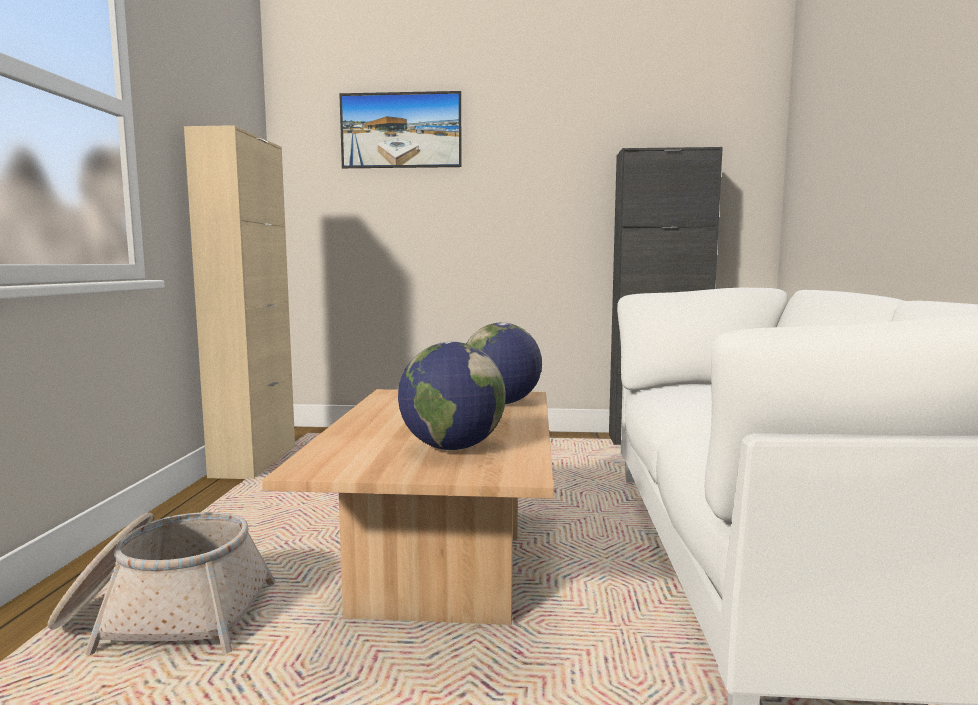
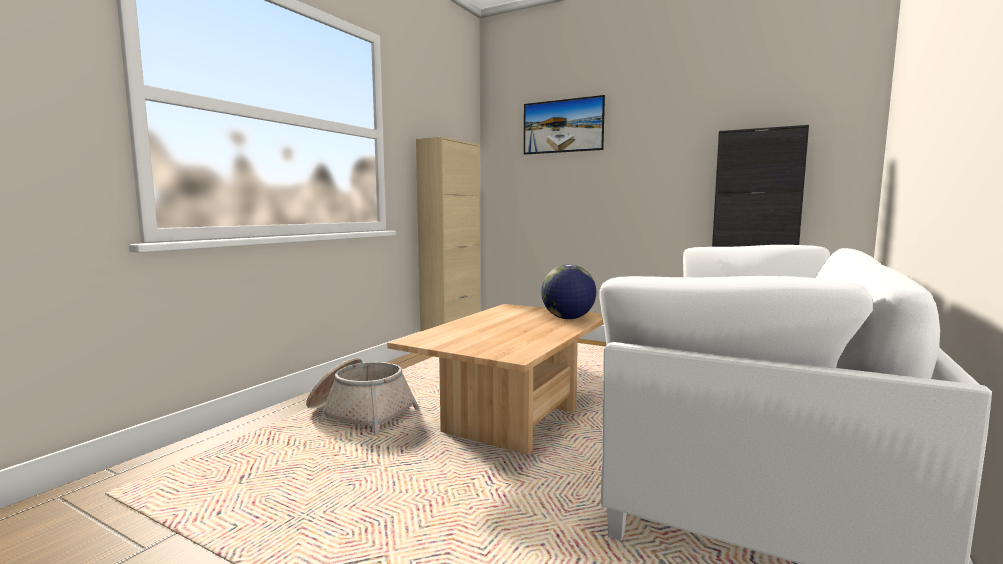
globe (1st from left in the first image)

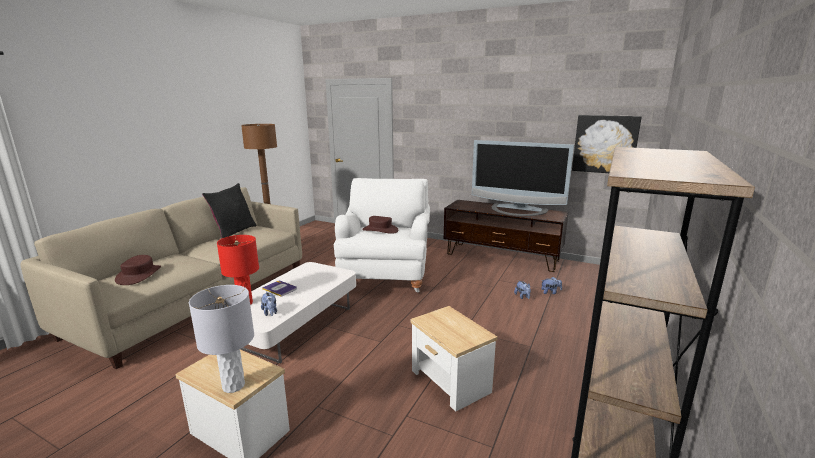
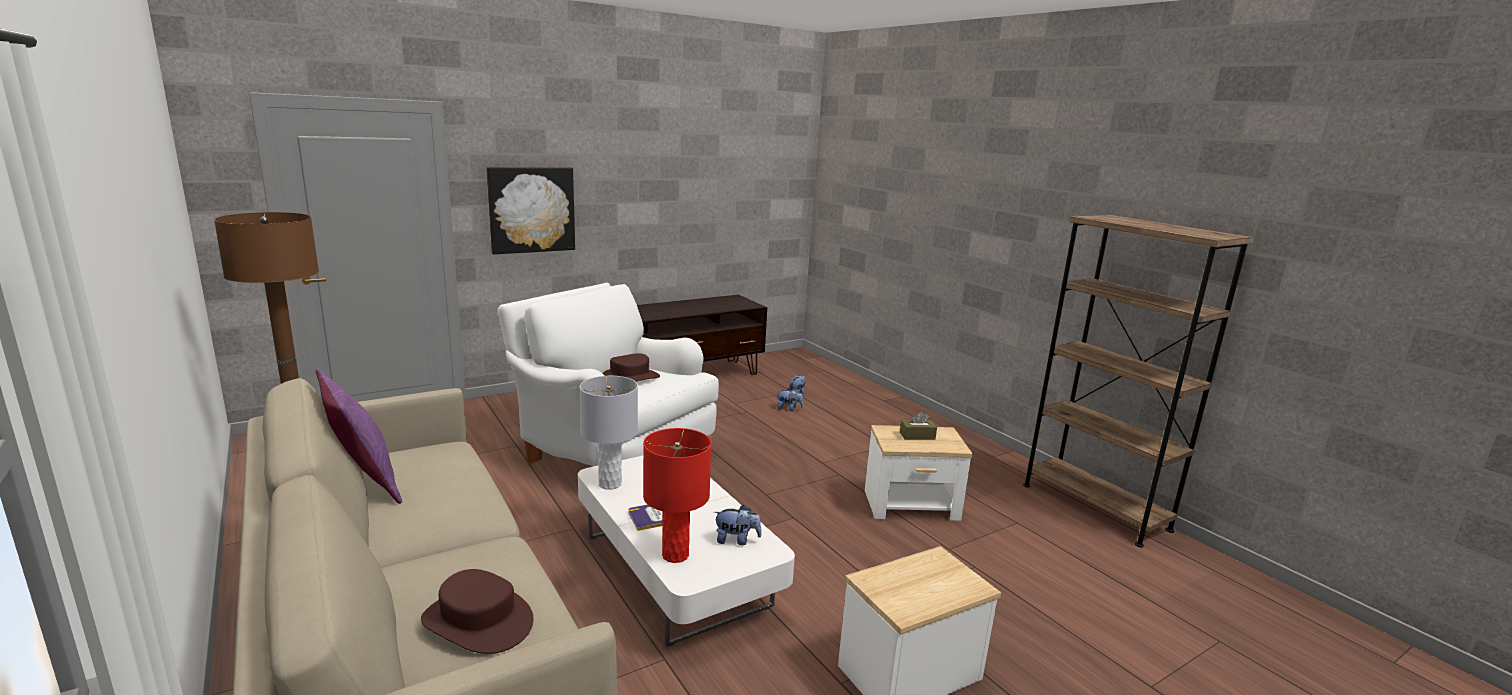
greyish lamp for a table
purple-coloured throw pillow
TV set
wall art
brown box of tissues

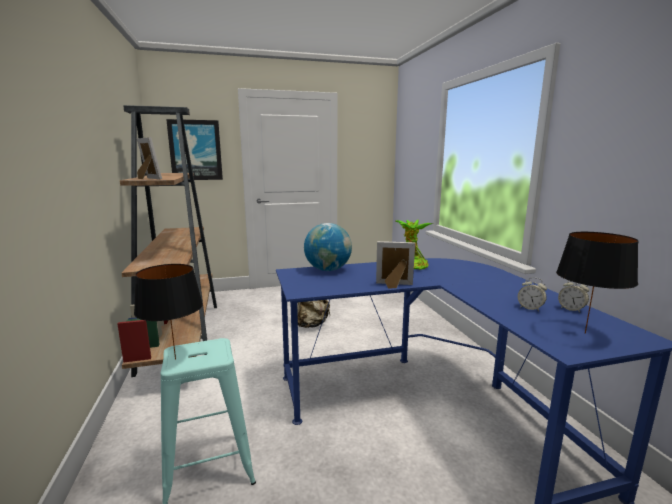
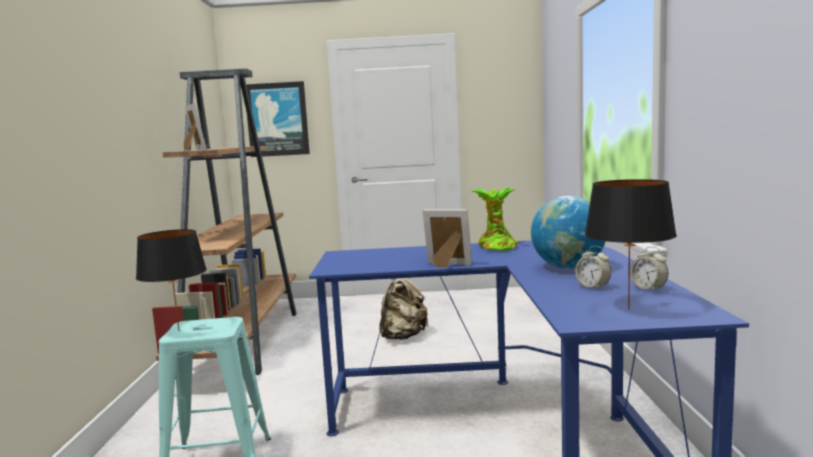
globe

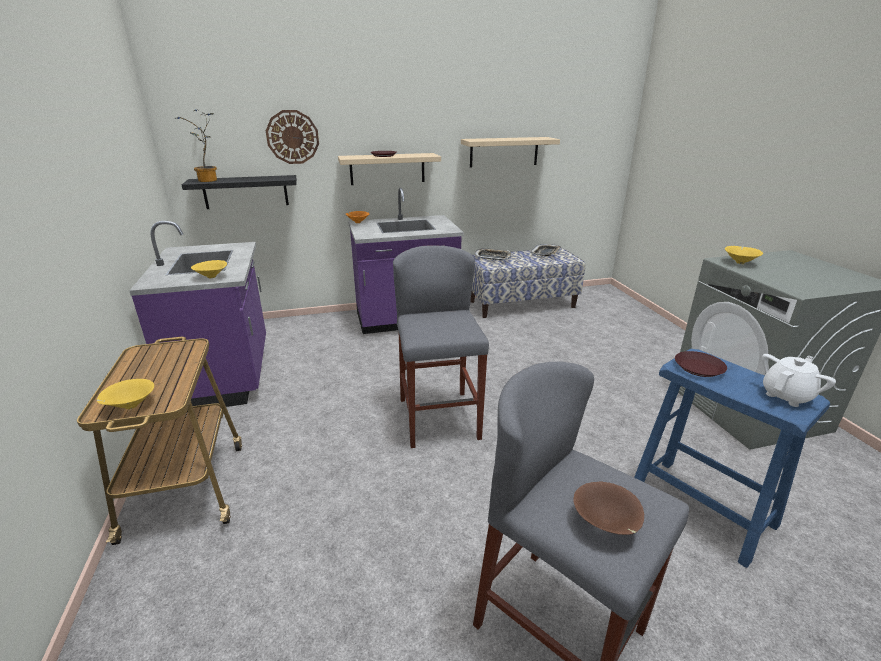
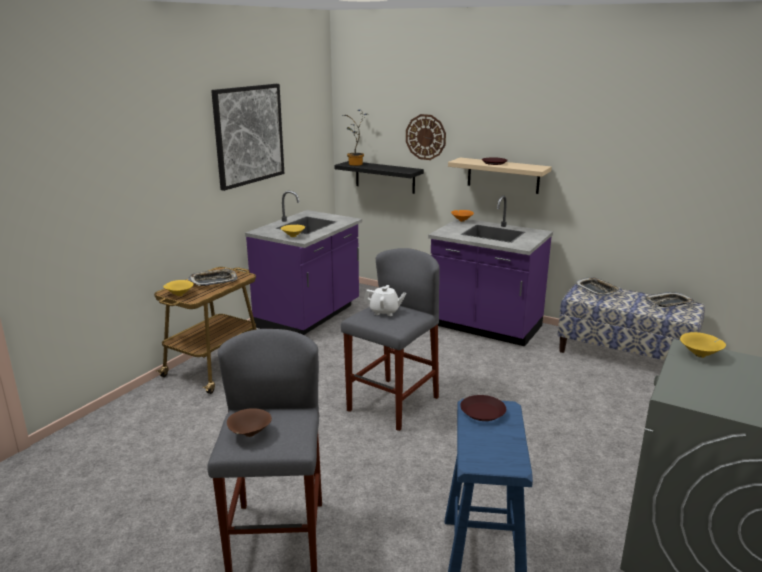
beige-coloured bracket shelf (2nd from left in the first image)
whitish teapot
serving tray (1st from left)
wall art

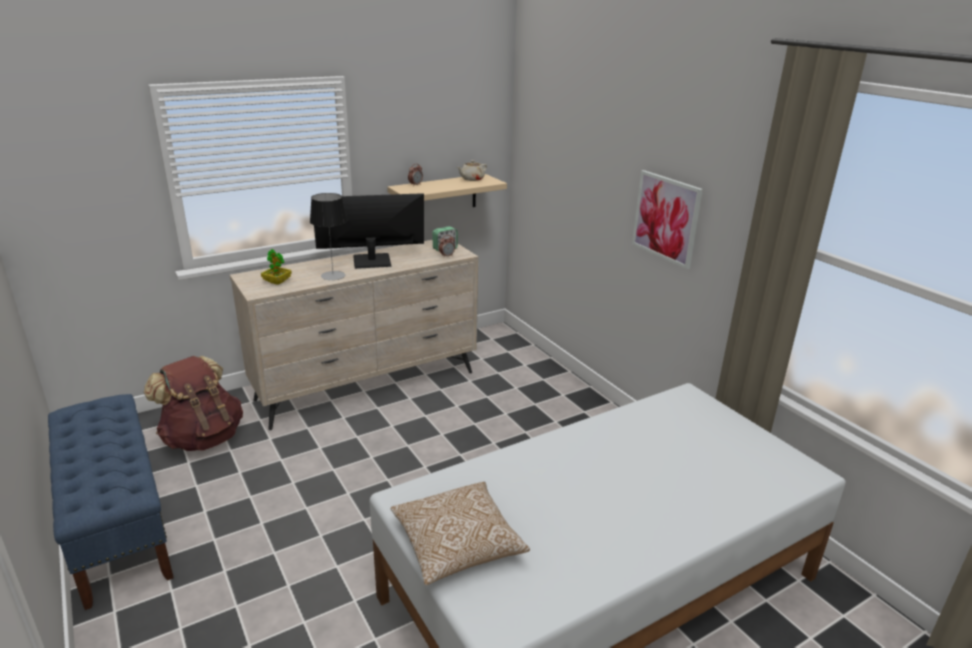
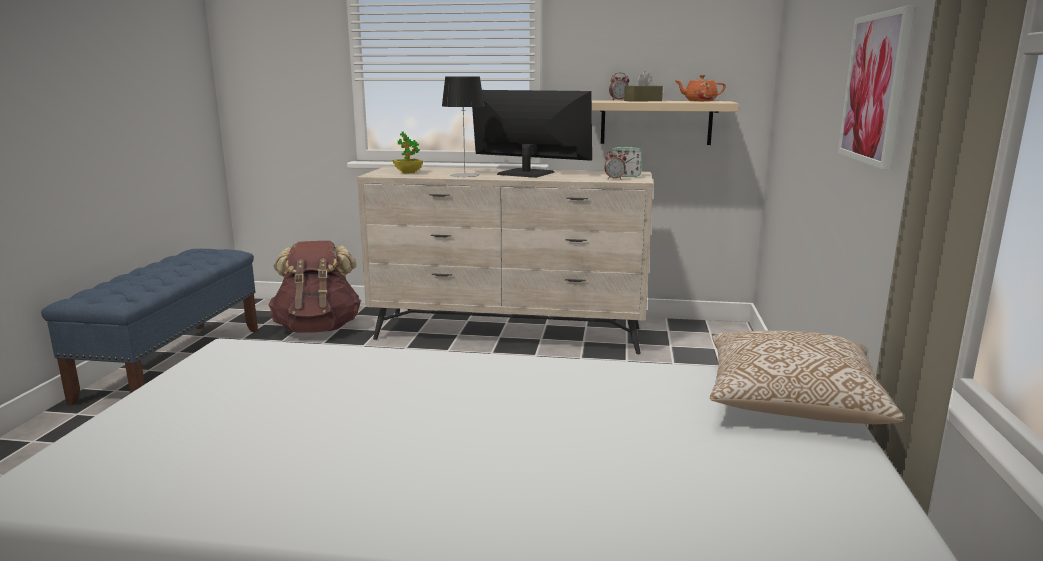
throw pillow
orange-coloured teapot
brown box of tissues

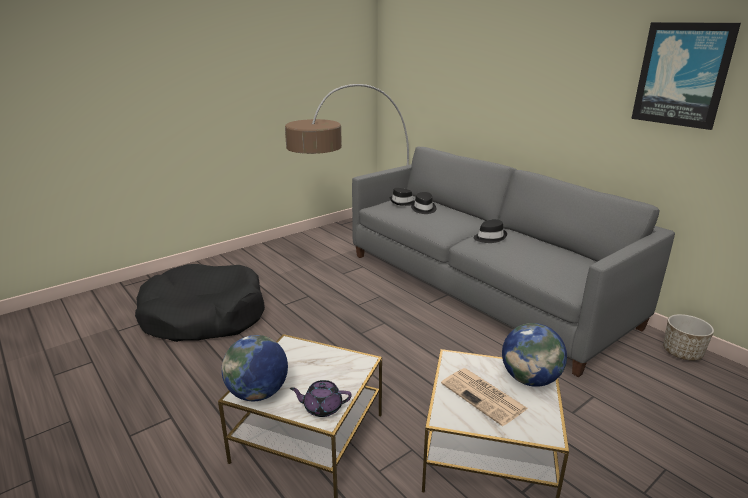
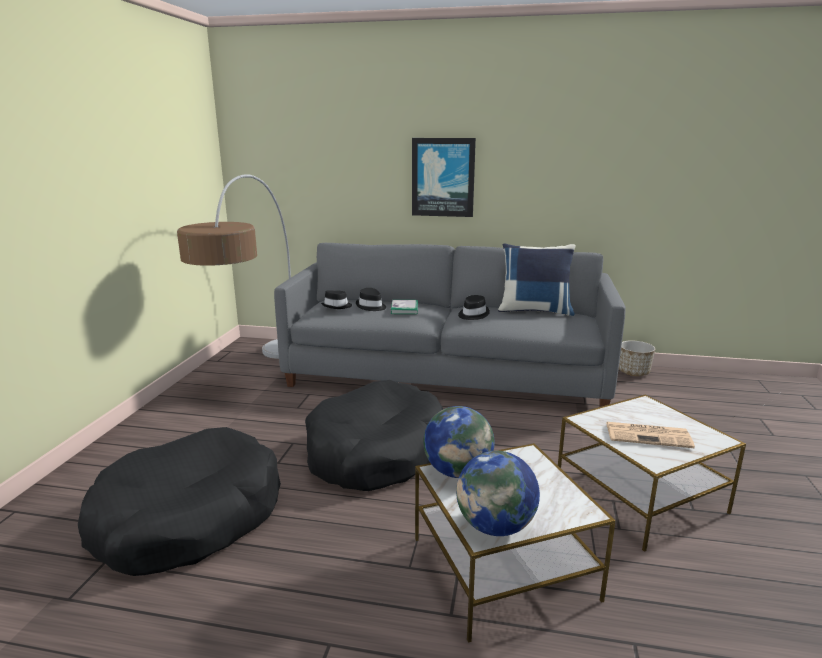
purple-coloured teapot
globe (1st from left)
wall art
blackish pet bed (2nd from left)
volume
blue-coloured throw pillow

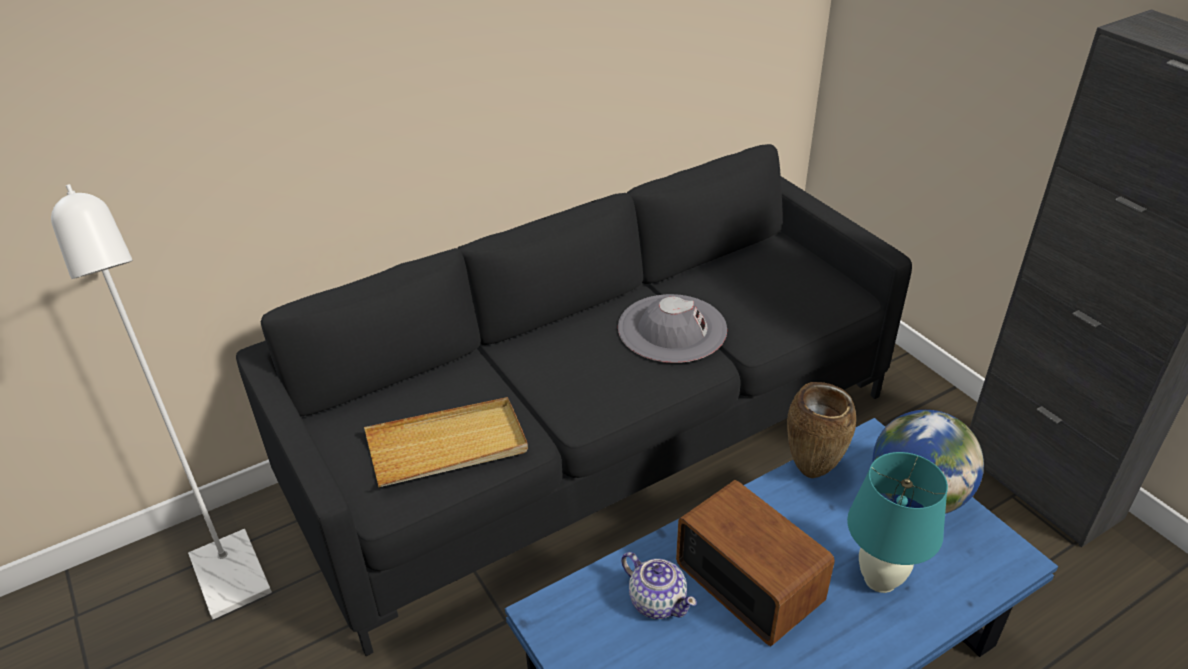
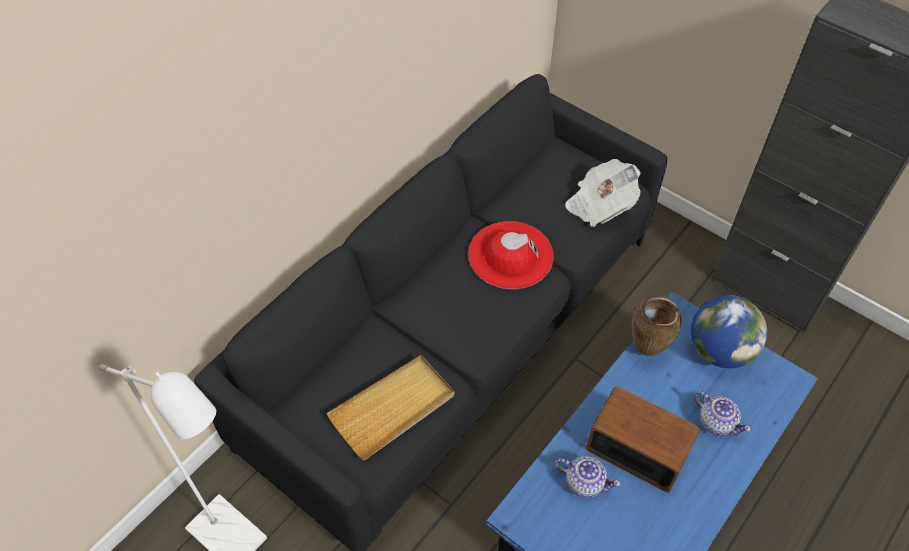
red-coloured clothing hat
teapot (2nd from left)
printed paper

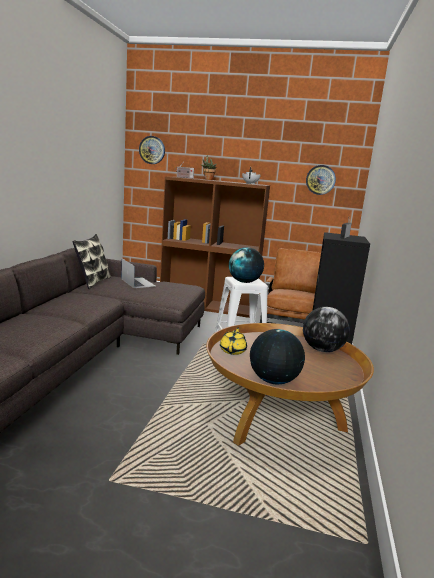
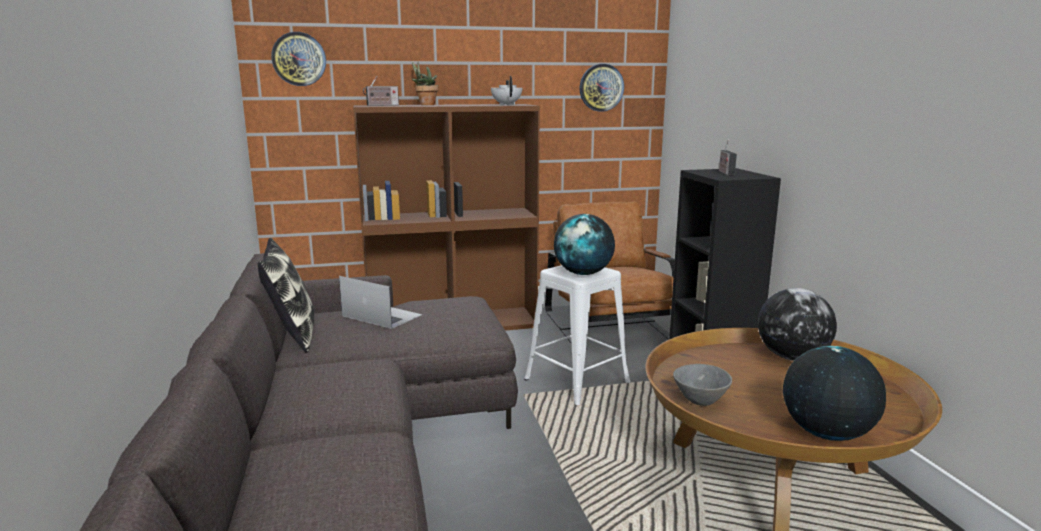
greyish serving bowl

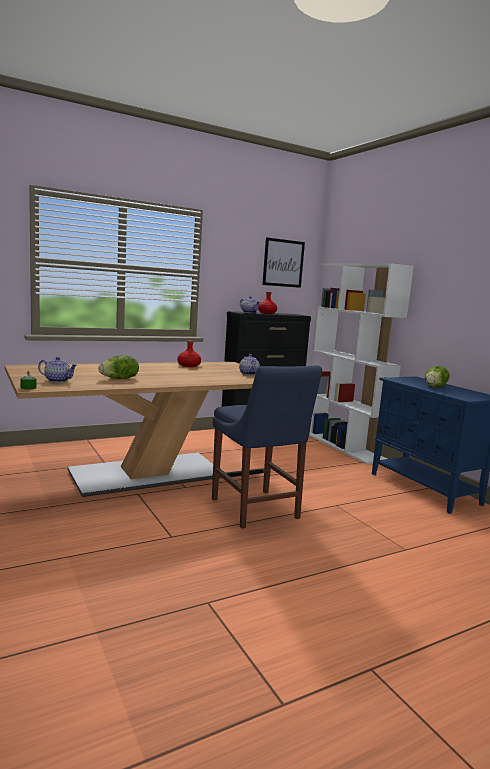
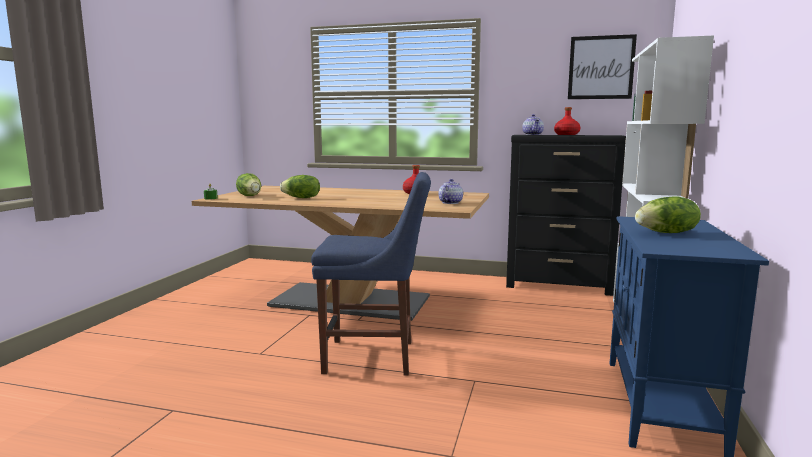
head of lettuce (1st from left)
blue-coloured upright chair

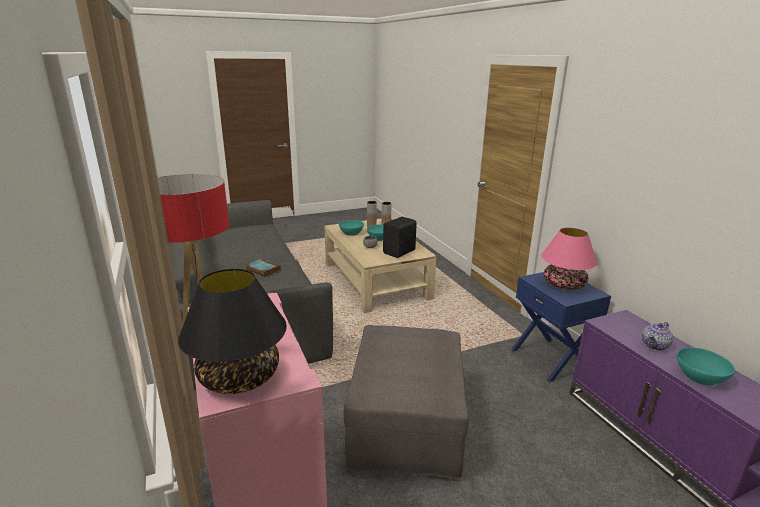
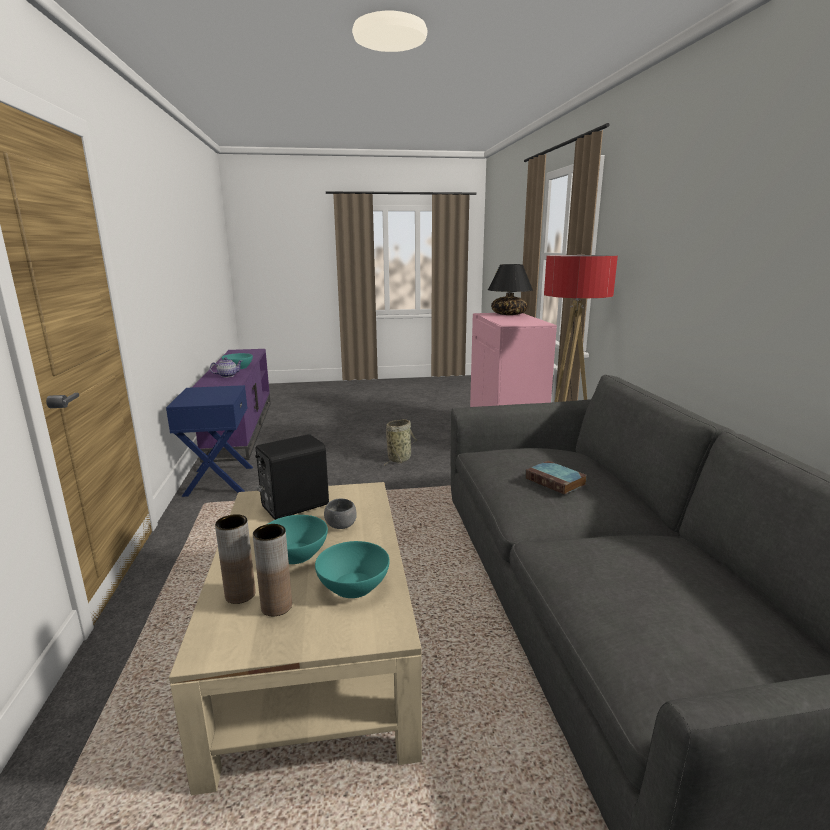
storage basket
pink lamp for a table

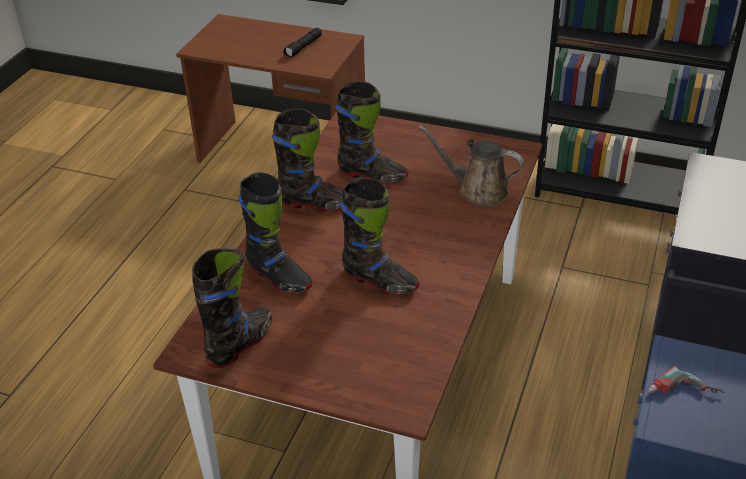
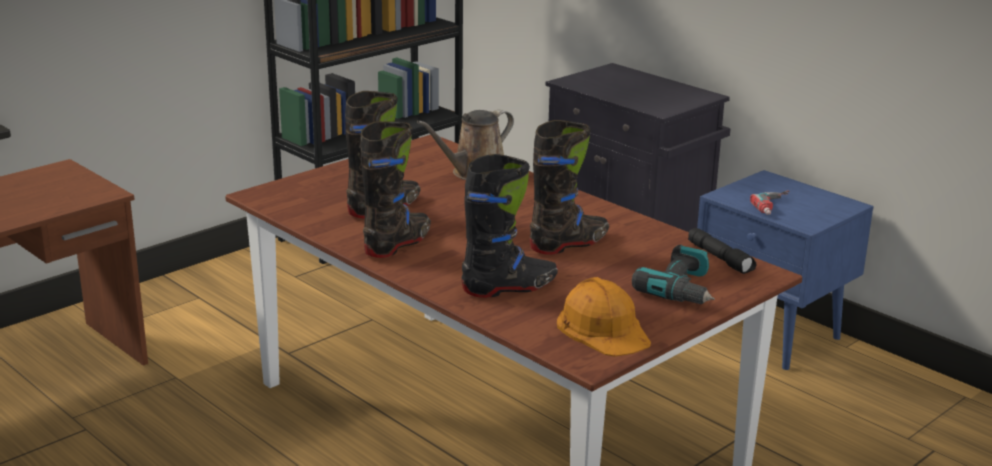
orange-coloured work helmet
blackish hand torch
drill (1st from left)

